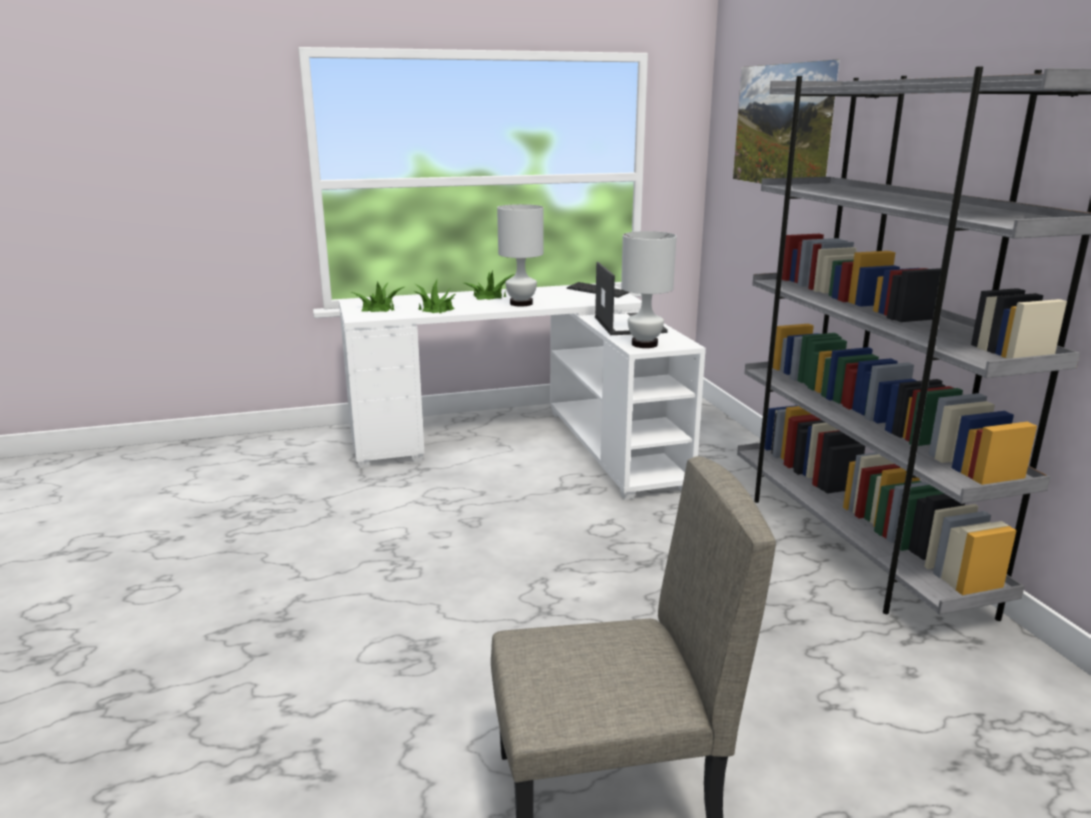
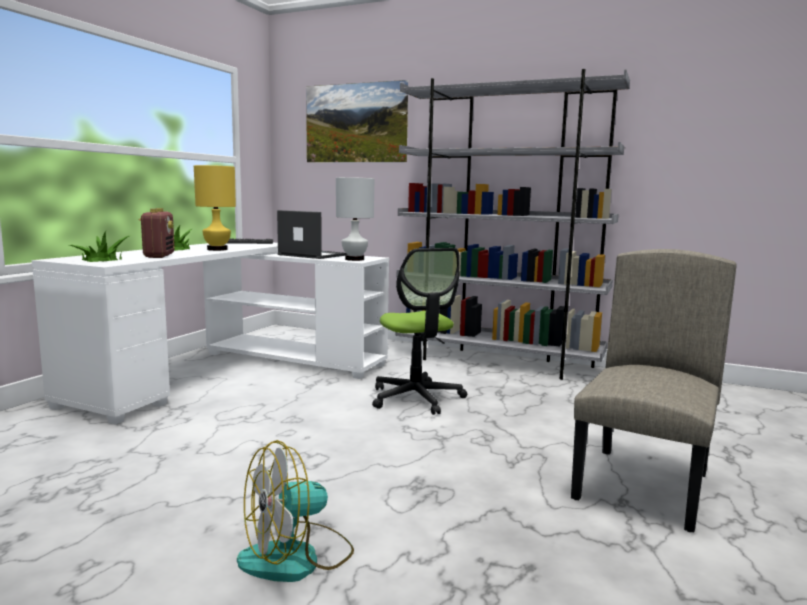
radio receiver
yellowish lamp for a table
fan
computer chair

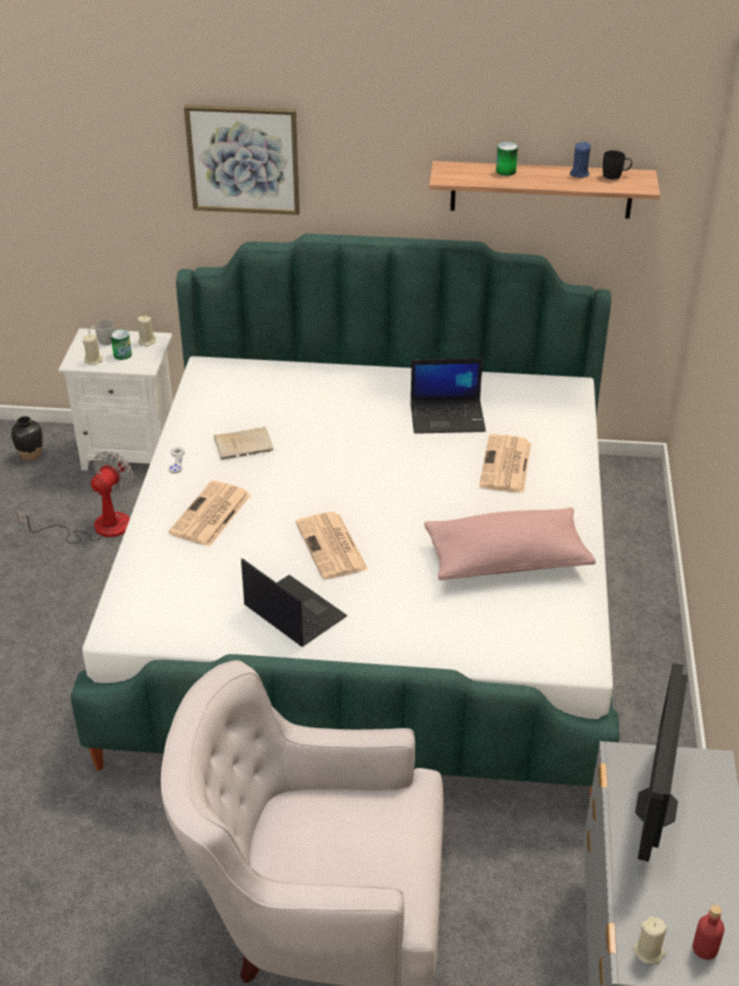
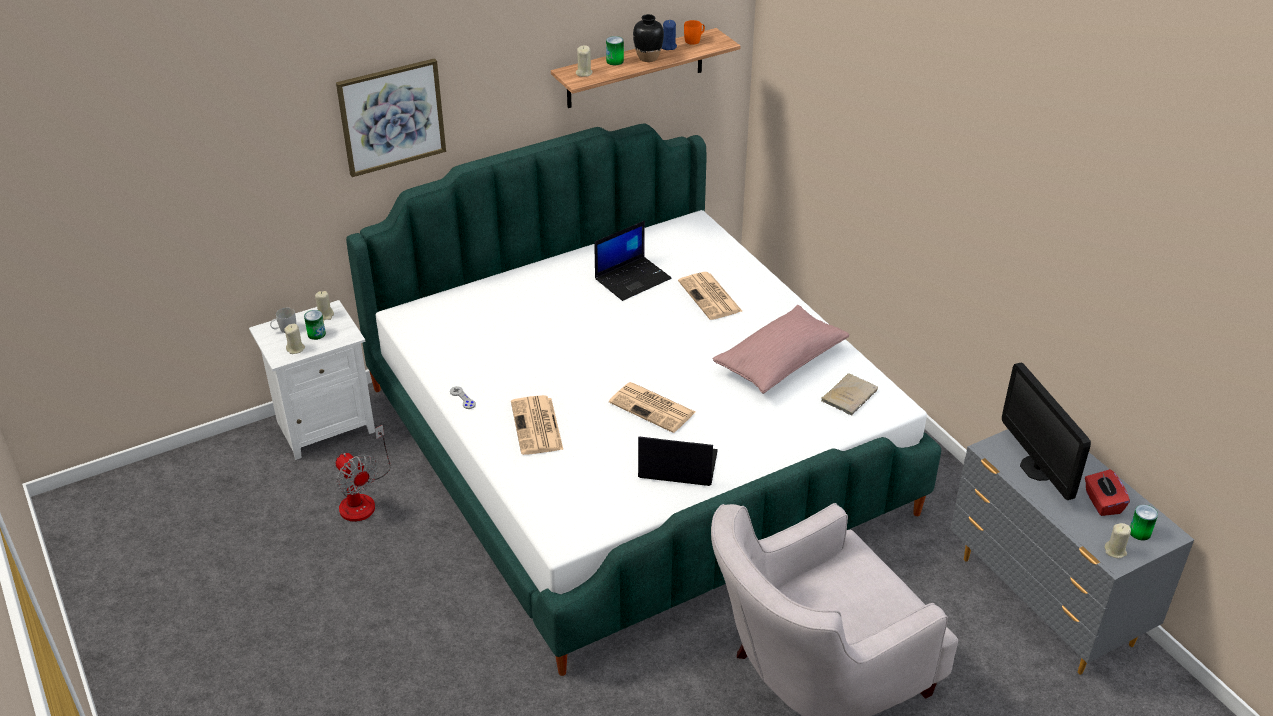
blackish vase
fan
beige-coloured volume
orange-coloured mug
sealed can (3rd from left)
beige-coloured candle (3rd from left)
red-coloured box of tissues

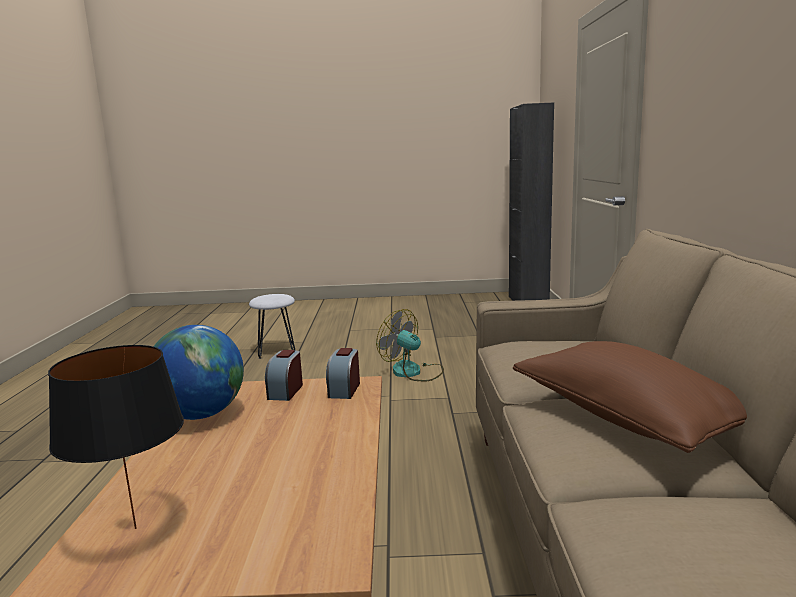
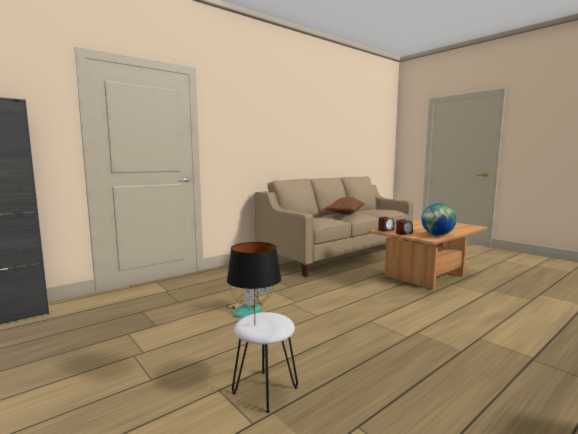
blackish lamp for a table

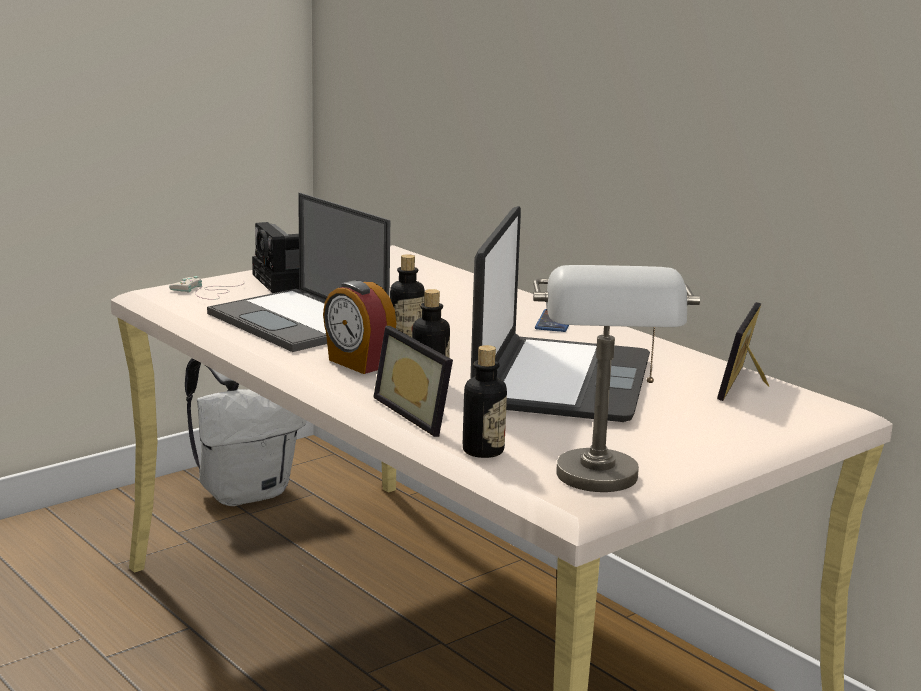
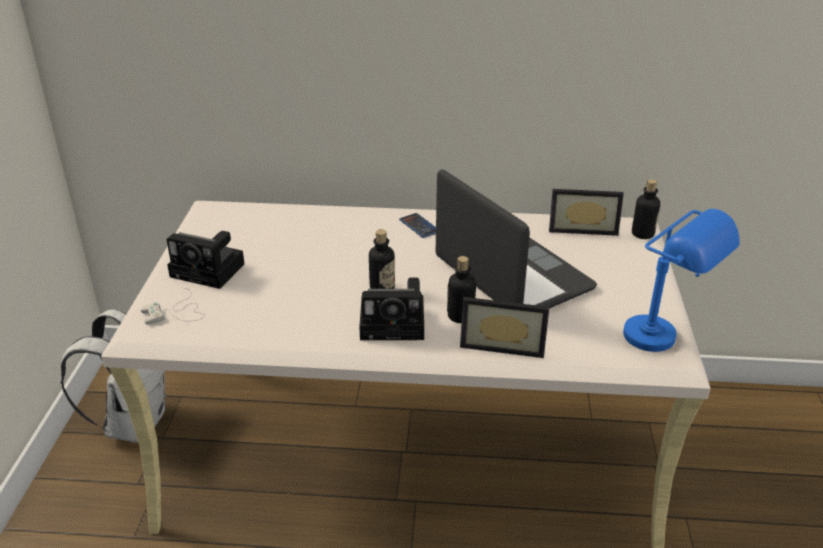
laptop (1st from left in the first image)
still camera (2nd from left)
bottle (3rd from left)
blue-coloured lamp for a table
picture frame (2nd from left)

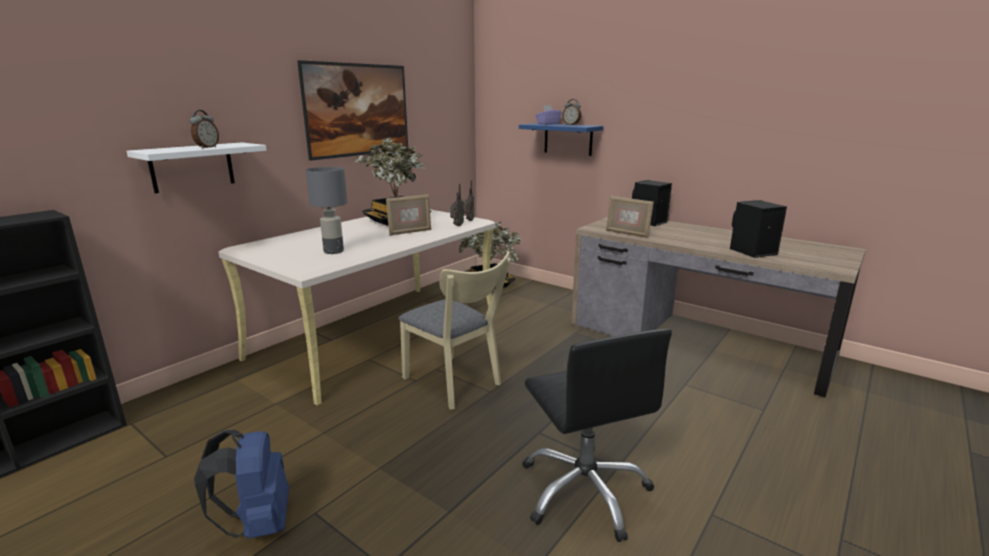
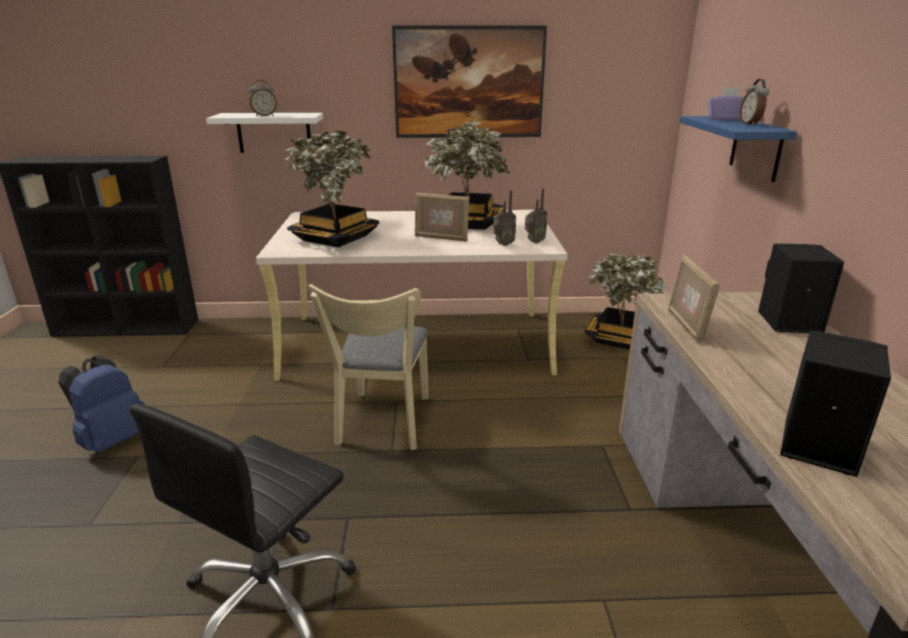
houseplant (1st from left)

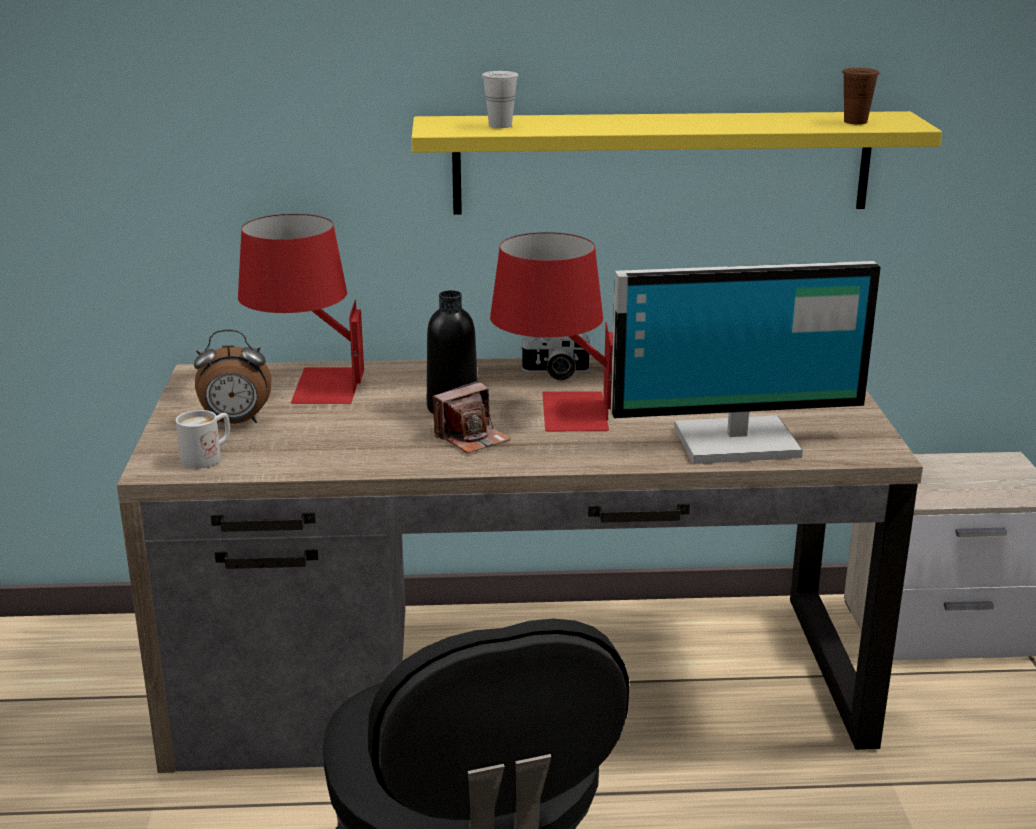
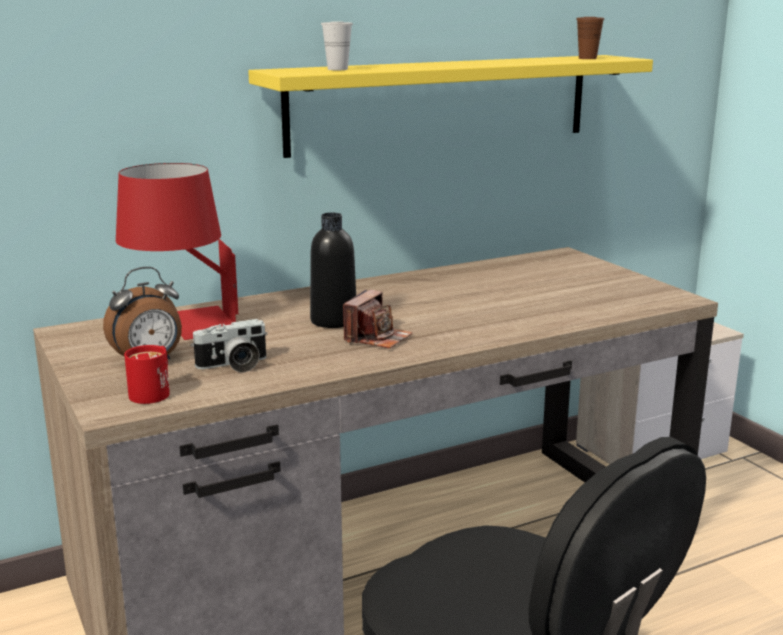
red-coloured mug
red-coloured lamp for a table (2nd from left in the first image)
still camera (1st from left)
monitor

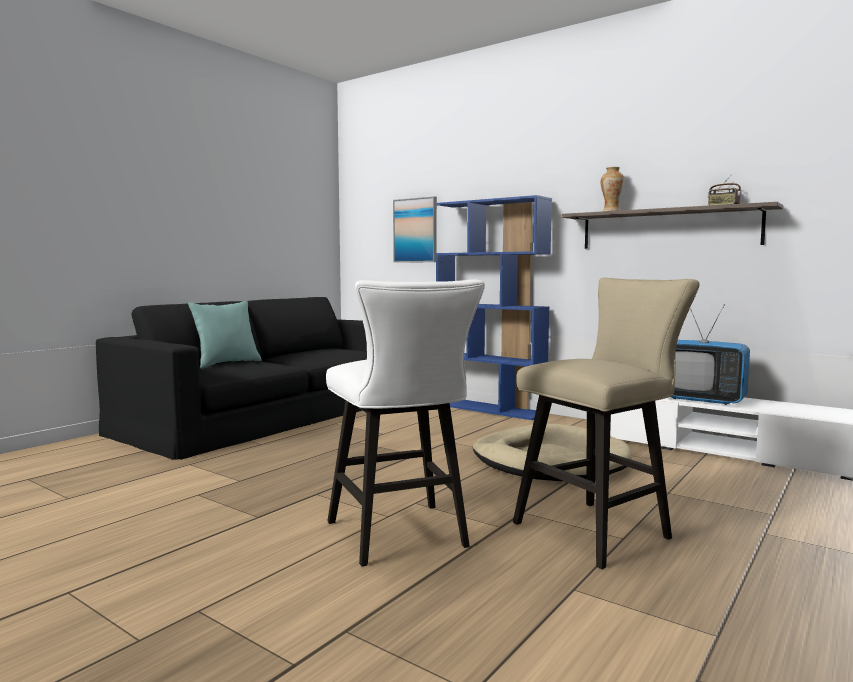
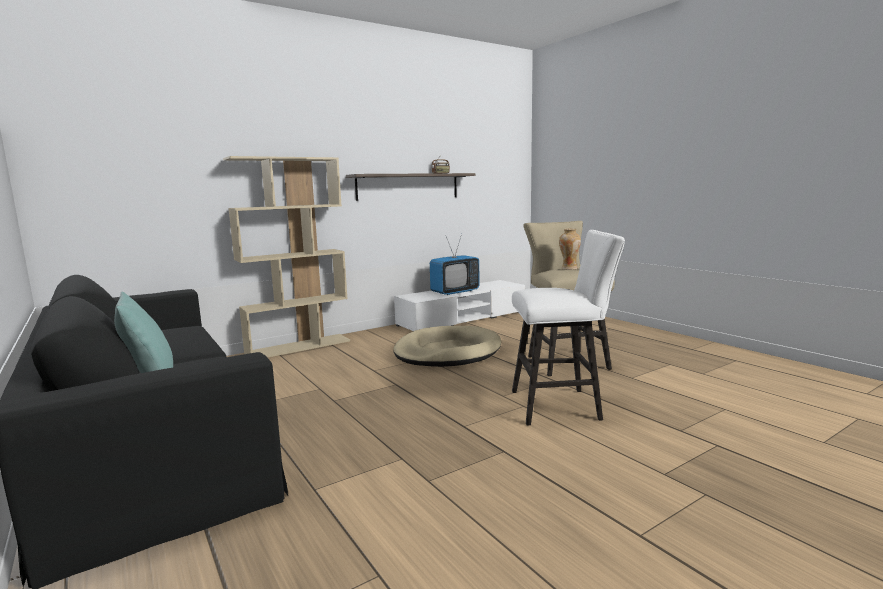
wall art
beige-coloured shelving unit
vase

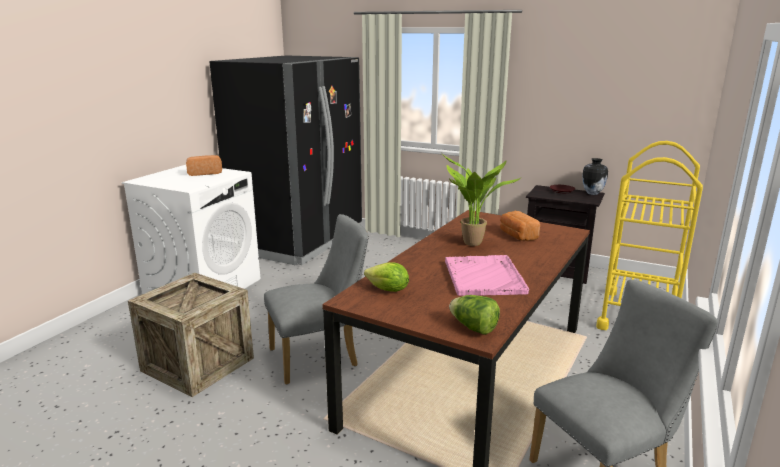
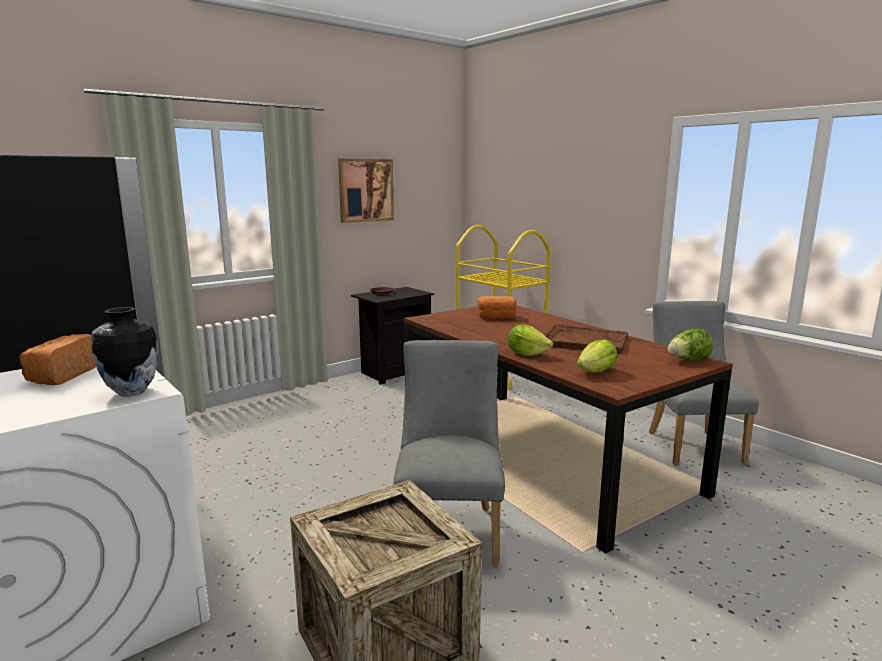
houseplant
brown serving tray
vase
wall art
head of lettuce (1st from left)

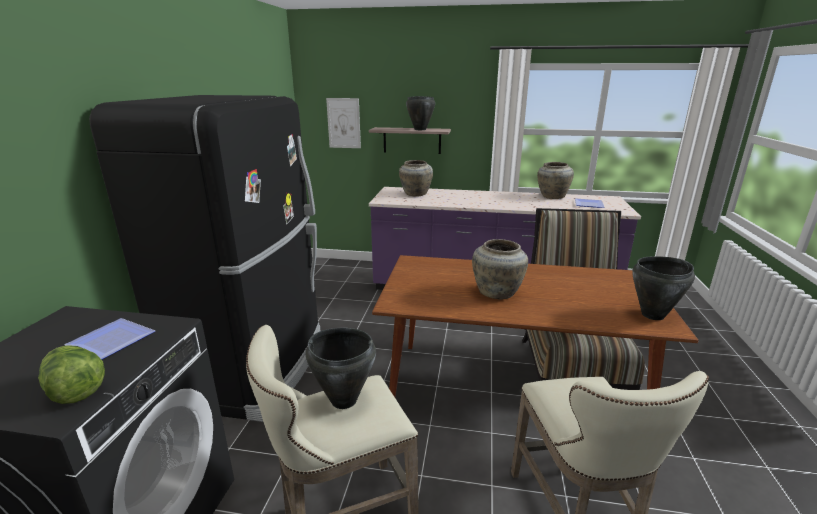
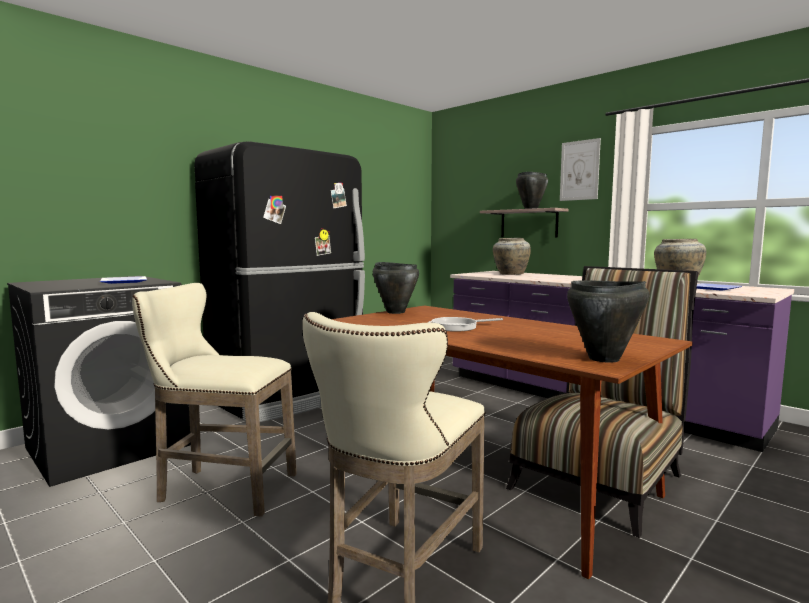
head of lettuce
blackish saucepot (1st from left)
wall art
pan

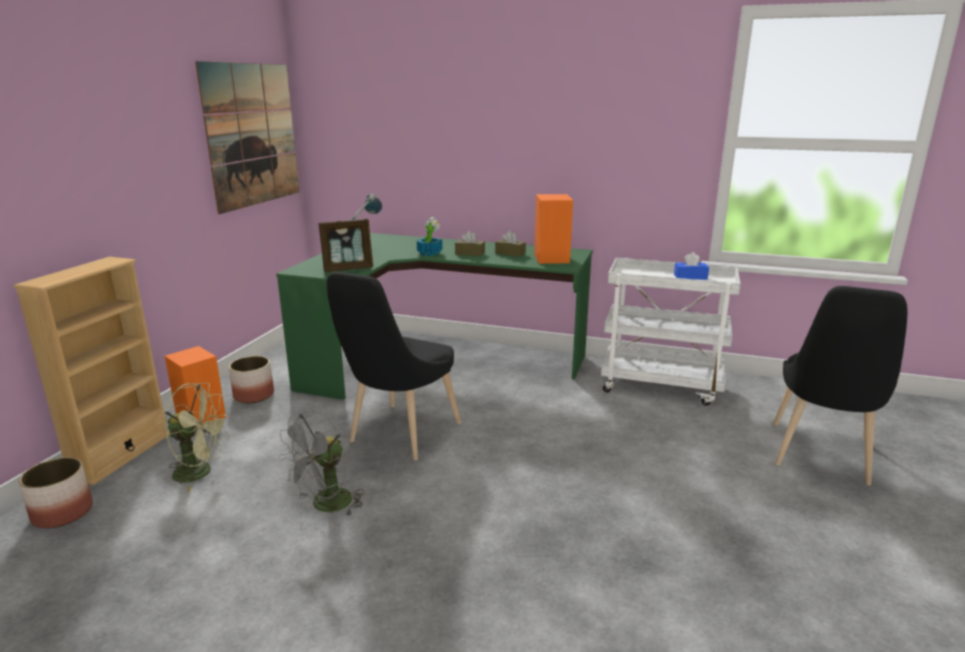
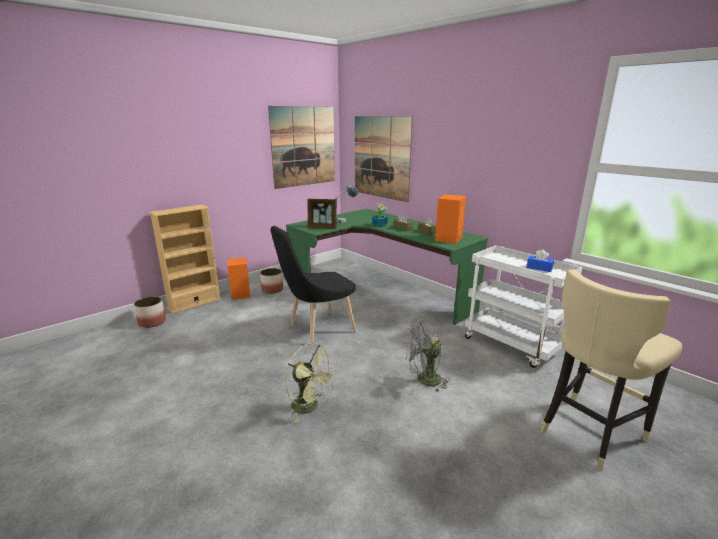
green-coloured fan
greyish fan
beige-coloured stool seat
wall art (2nd from left)

